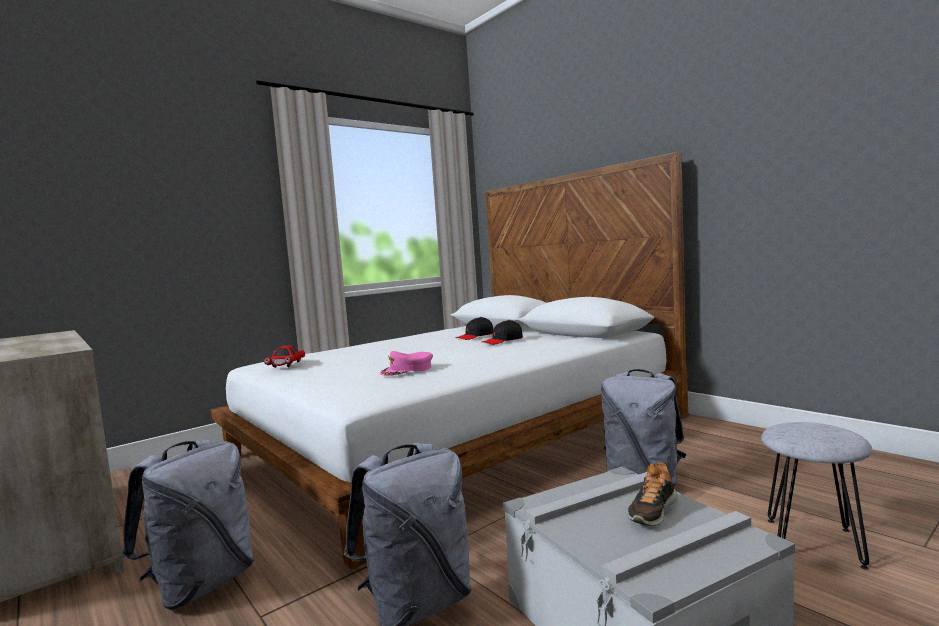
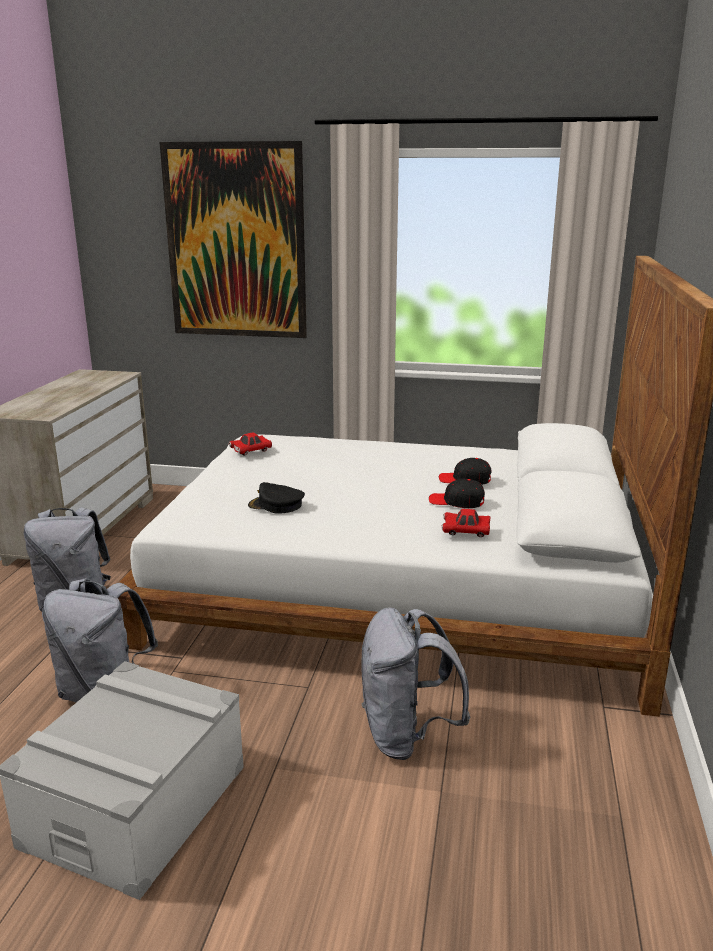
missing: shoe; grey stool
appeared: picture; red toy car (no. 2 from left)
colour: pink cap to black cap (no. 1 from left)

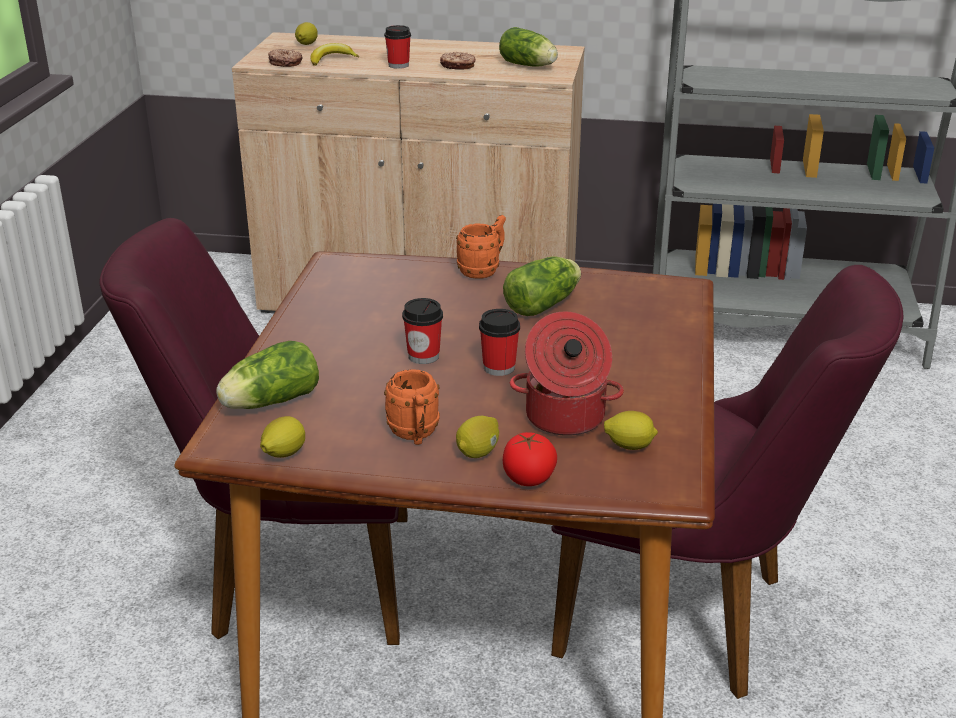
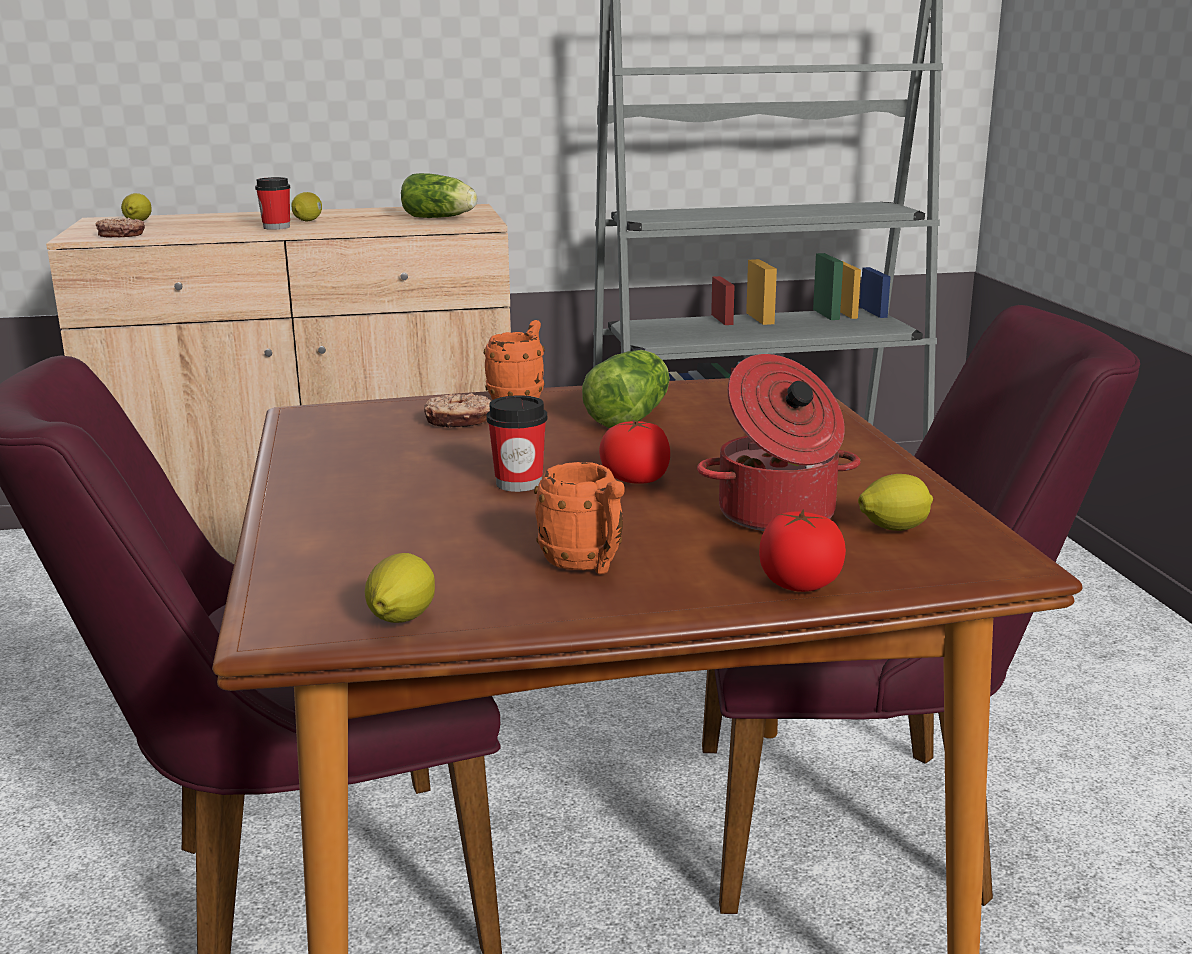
missing: lettuce (no. 1 from left); banana
relocated: donut (no. 2 from left); lemon (no. 3 from left in the first image) to lemon (no. 2 from left)
exchanged: cup (no. 3 from left) to tomato (no. 1 from left)

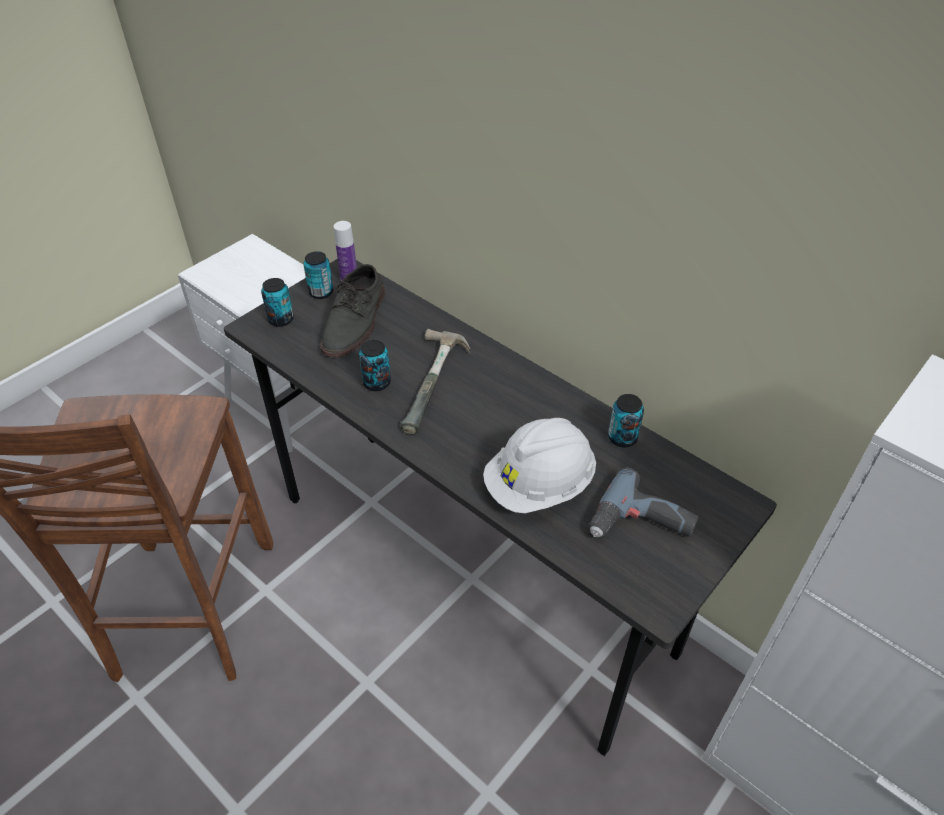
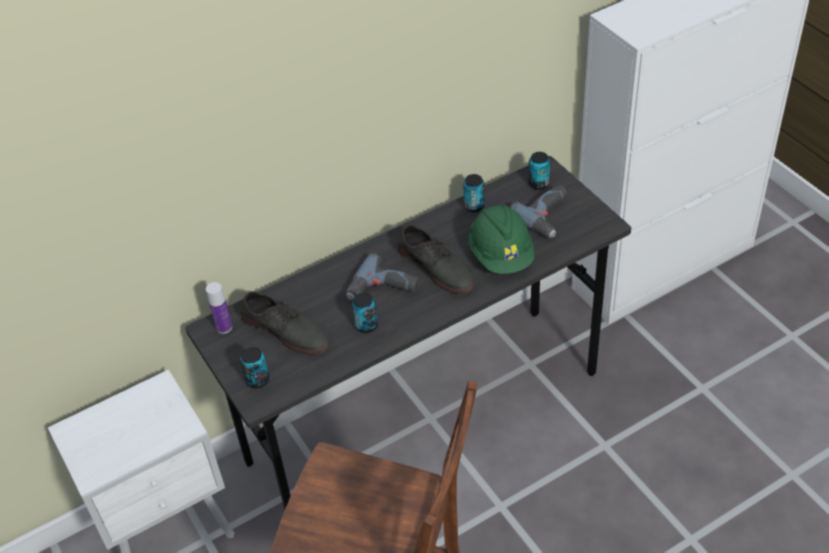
appeared: grey shoe (no. 2 from left)
relocated: can (no. 2 from left in the first image) to can (no. 4 from left)
exchanged: hammer to power drill (no. 1 from left)
colour: white hard hat to green hard hat

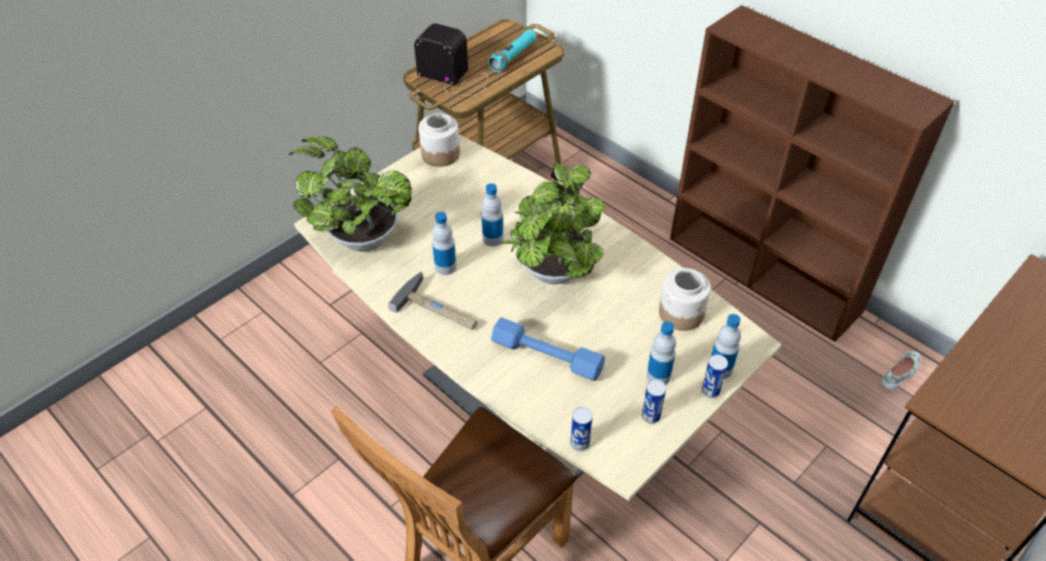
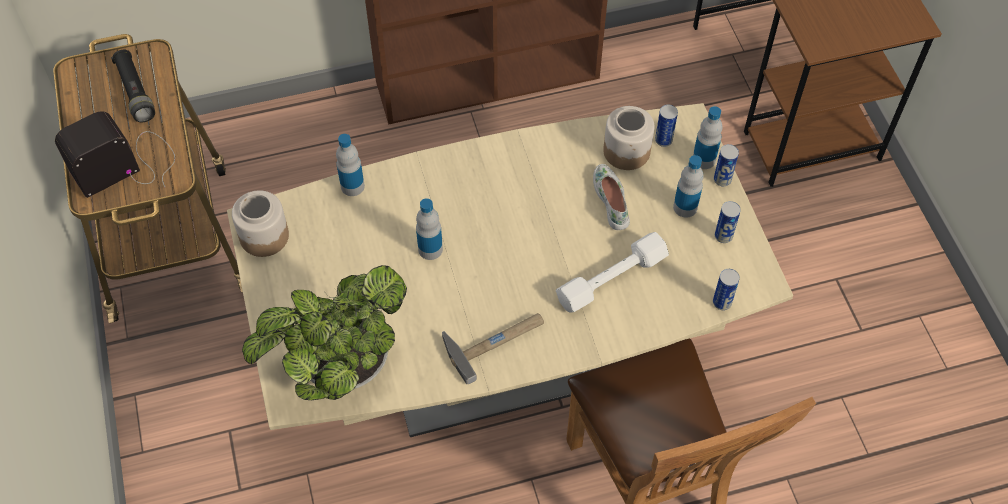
missing: potted plant (no. 2 from left)
appeared: can (no. 1 from left)
relocated: bottle (no. 1 from left); white shoe
colour: turquoise flashlight to black flashlight; blue dumbbell to white dumbbell

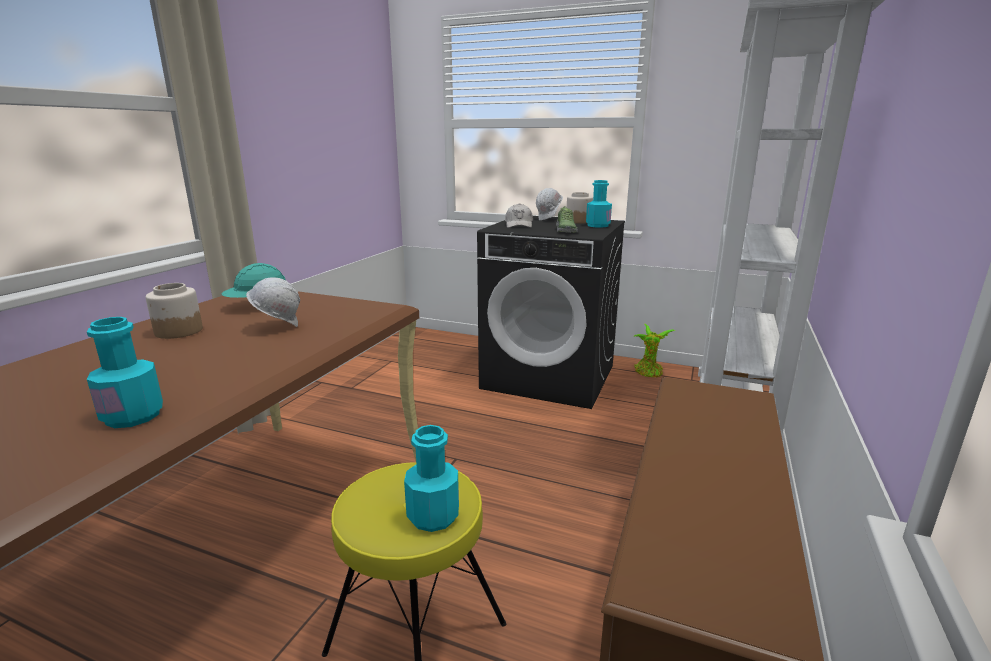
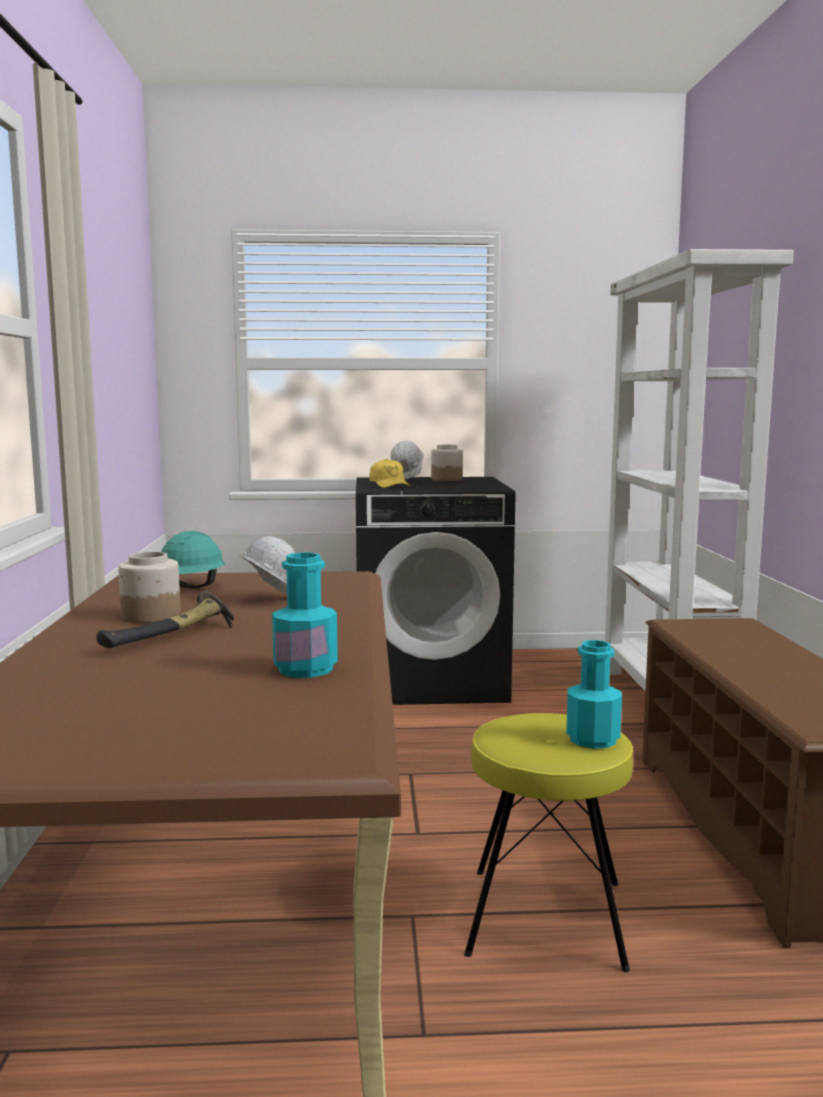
missing: shoe; turquoise bottle (no. 3 from left); potted plant
appeared: hammer
colour: white cap to yellow cap

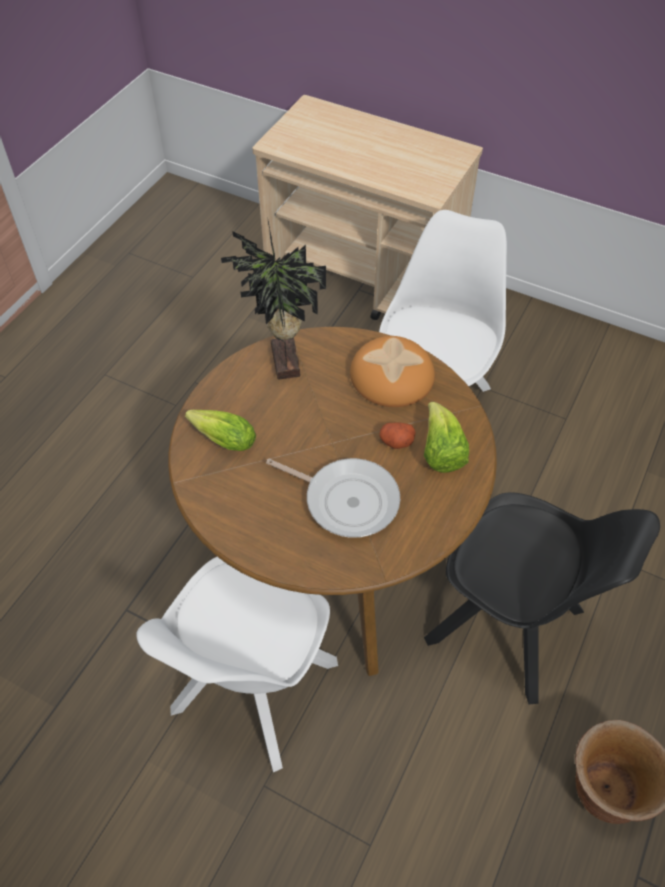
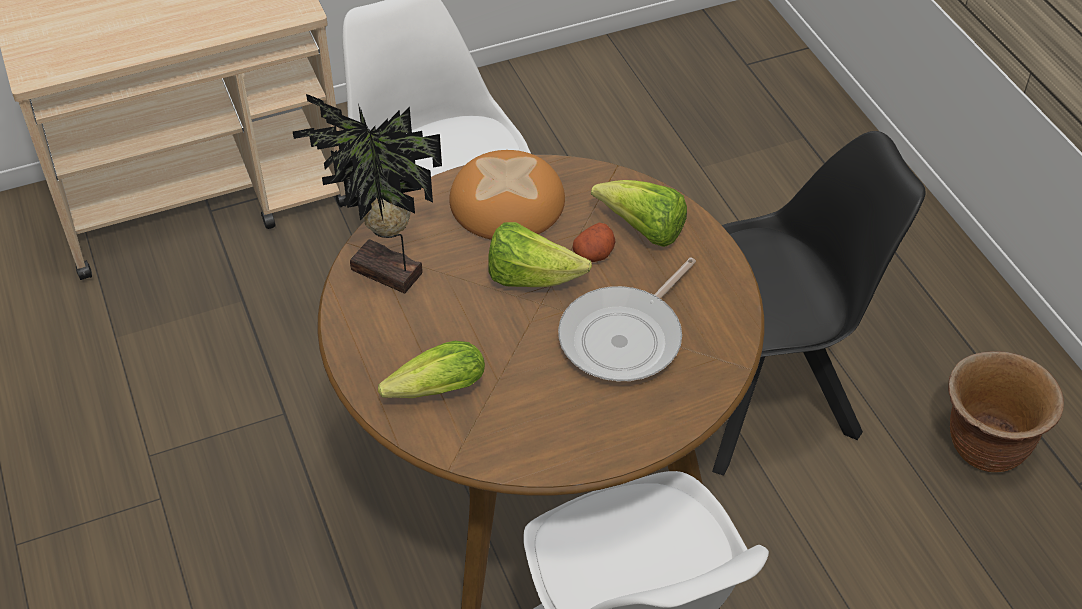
appeared: lettuce (no. 2 from left)
spun: frying pan 150 degrees clockwise

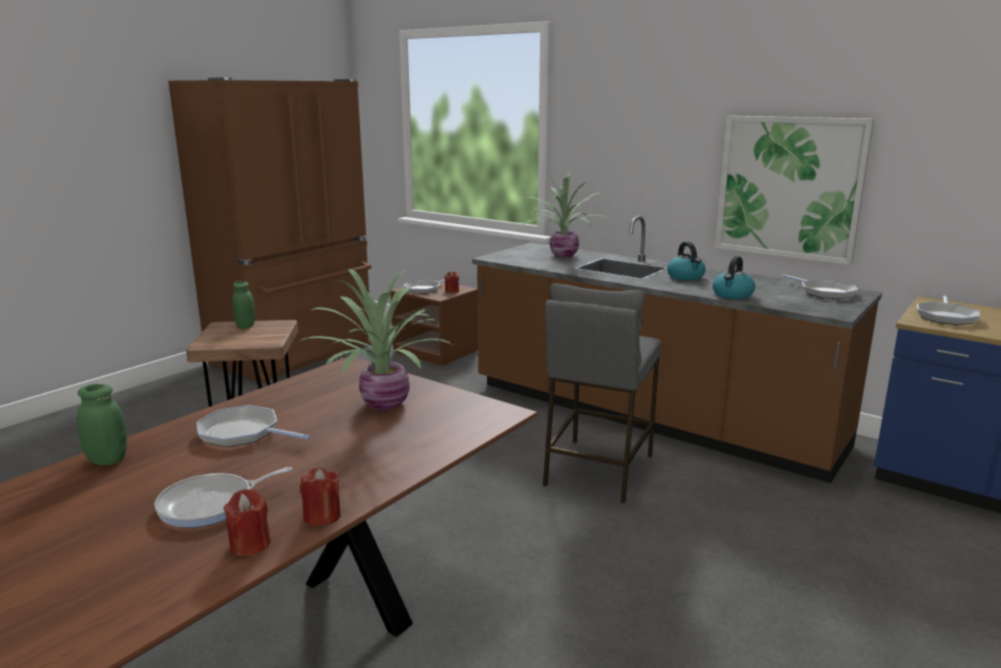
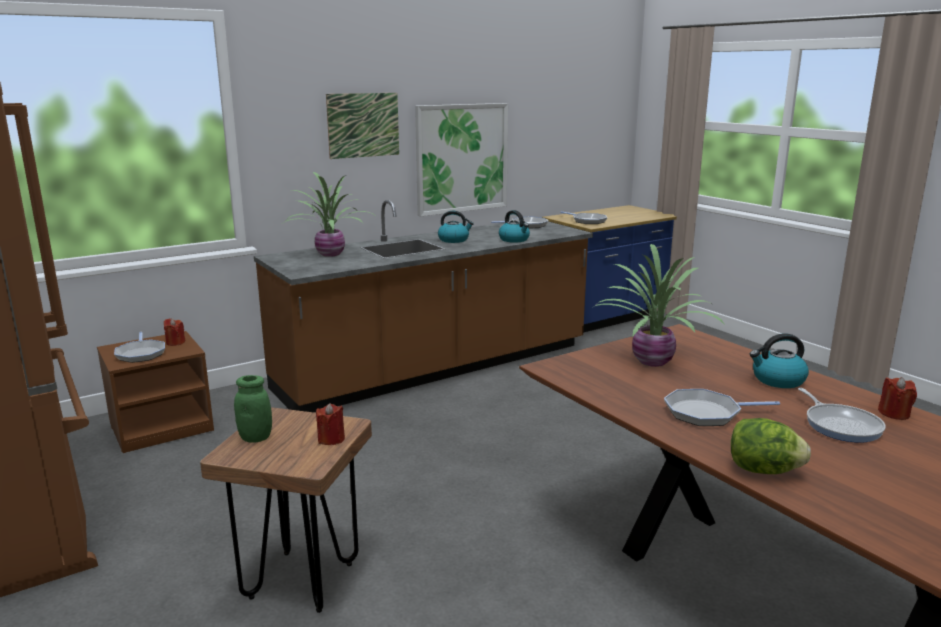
missing: grey stool
appeared: picture (no. 1 from left); kettle (no. 3 from left)
relocated: red candle (no. 2 from left)
exchanged: green jar (no. 1 from left) to lettuce
spun: frying pan (no. 2 from left in the first image) 45 degrees clockwise

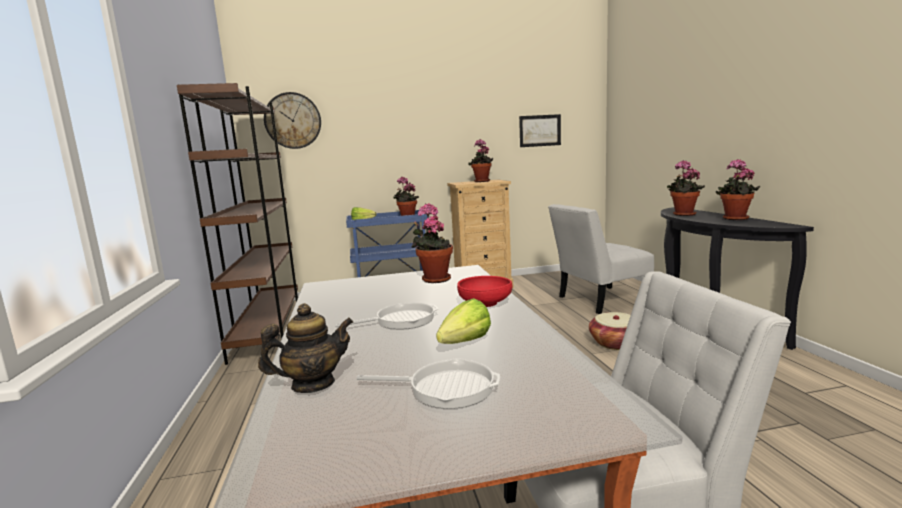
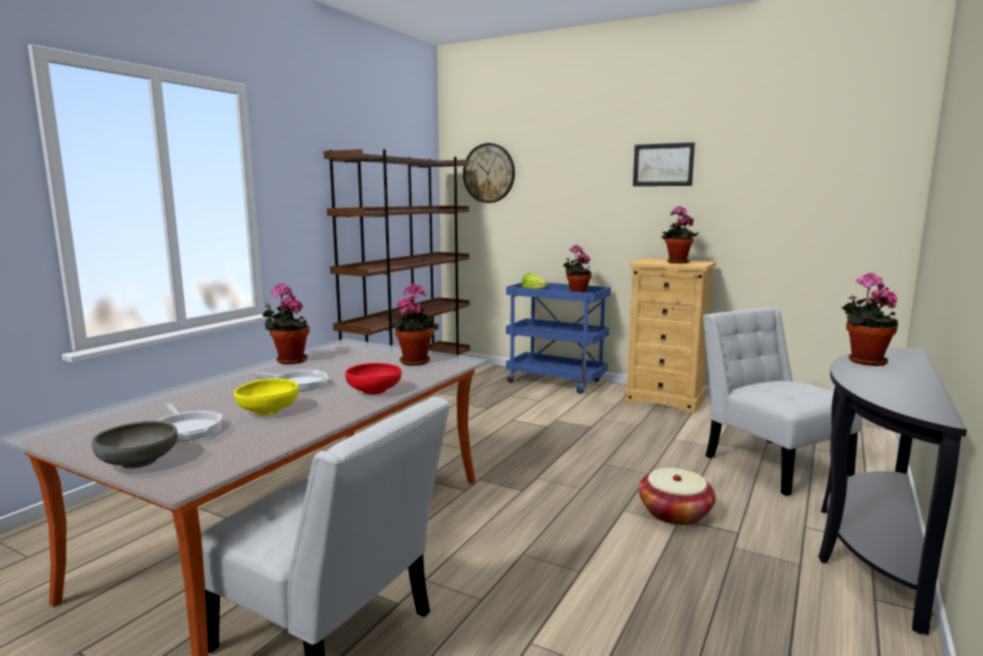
missing: teapot
appeared: grey bowl
relocated: picture; potted plant (no. 5 from left in the first image) to potted plant (no. 1 from left)
exchanged: lettuce (no. 2 from left) to yellow bowl
spun: white chair (no. 1 from left in the first image) 45 degrees clockwise

